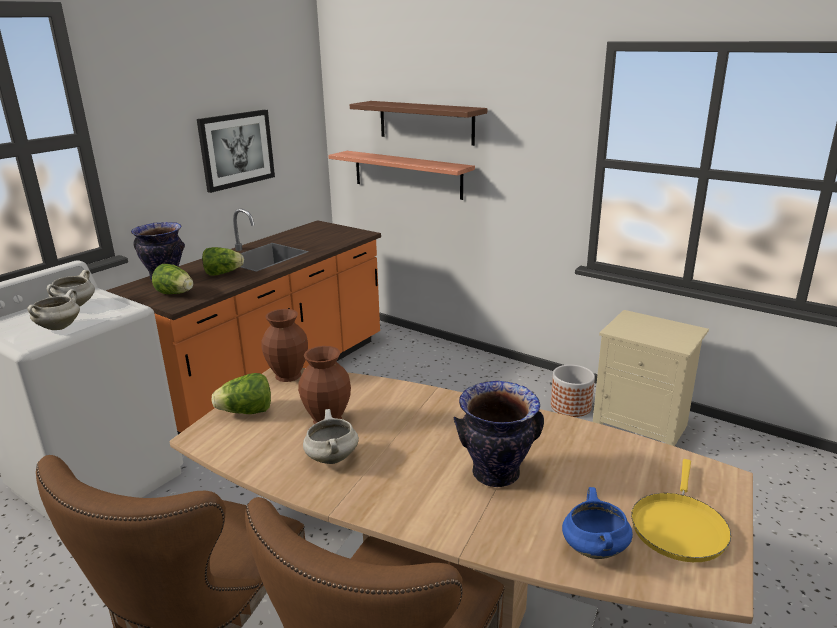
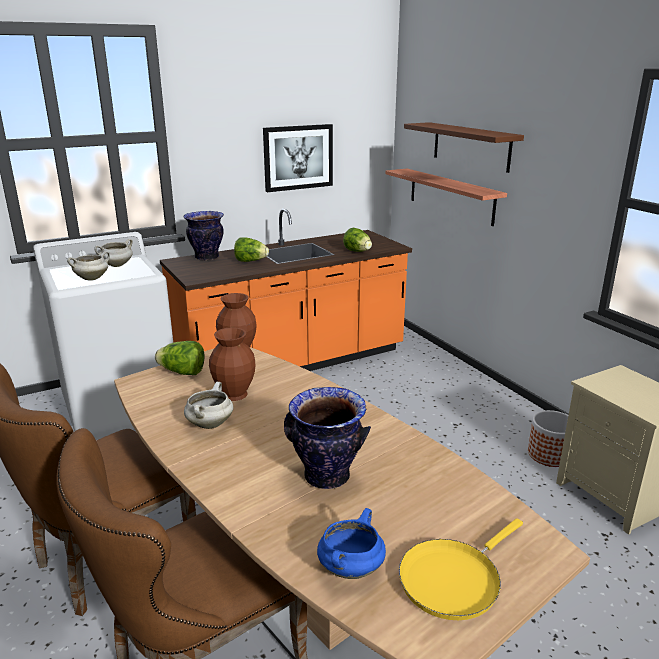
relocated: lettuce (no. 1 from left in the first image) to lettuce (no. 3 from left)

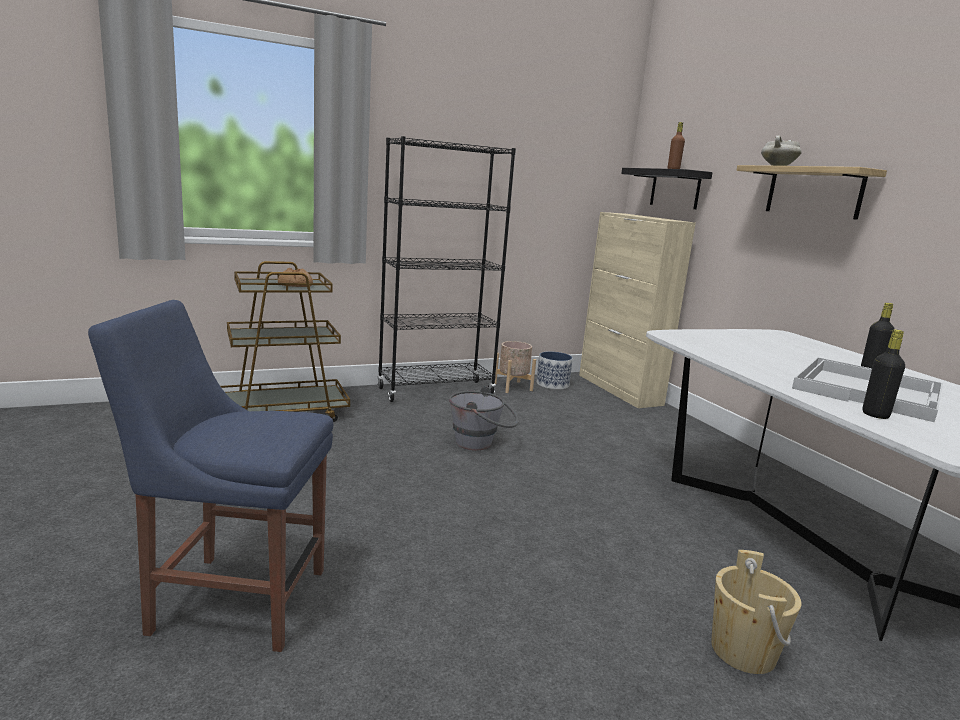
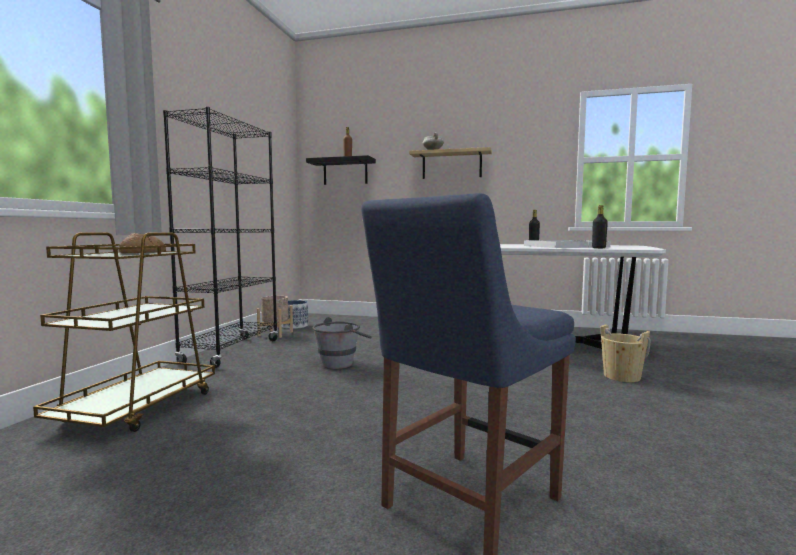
missing: beige cabinet

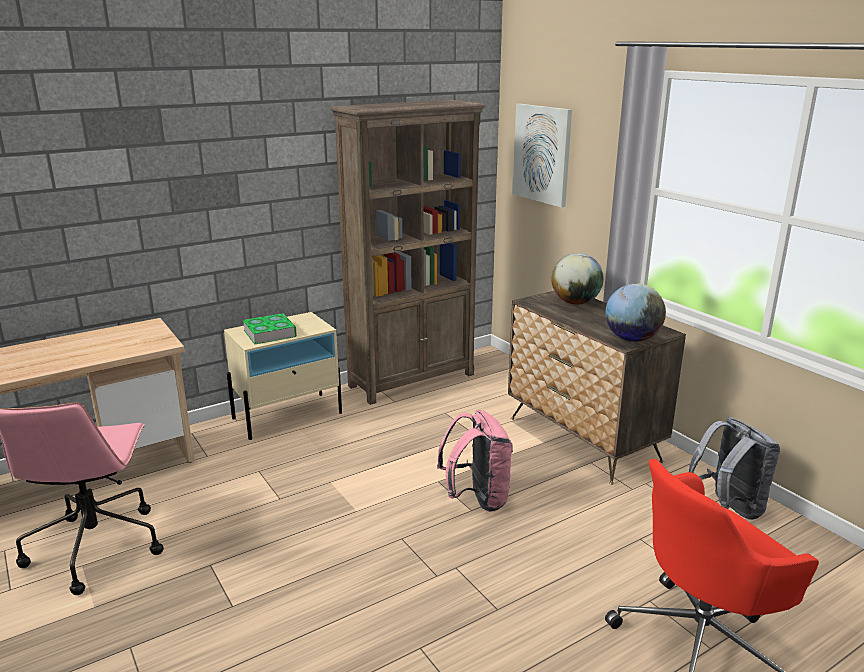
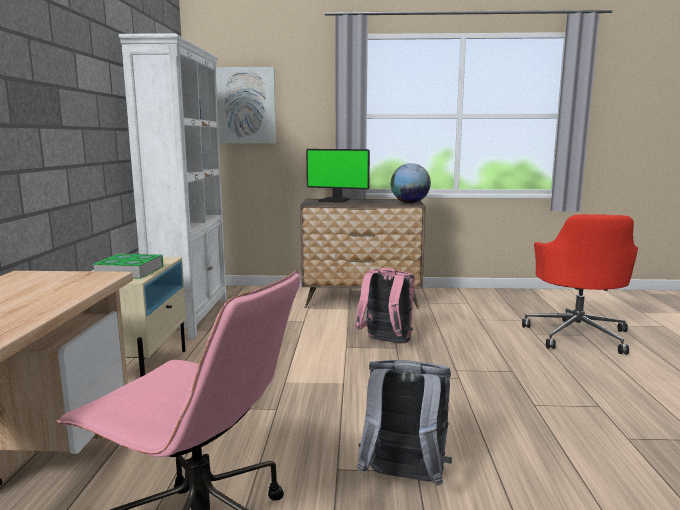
relocated: grey backpack
exchanged: globe (no. 1 from left) to monitor
colour: brown bookcase to white bookcase

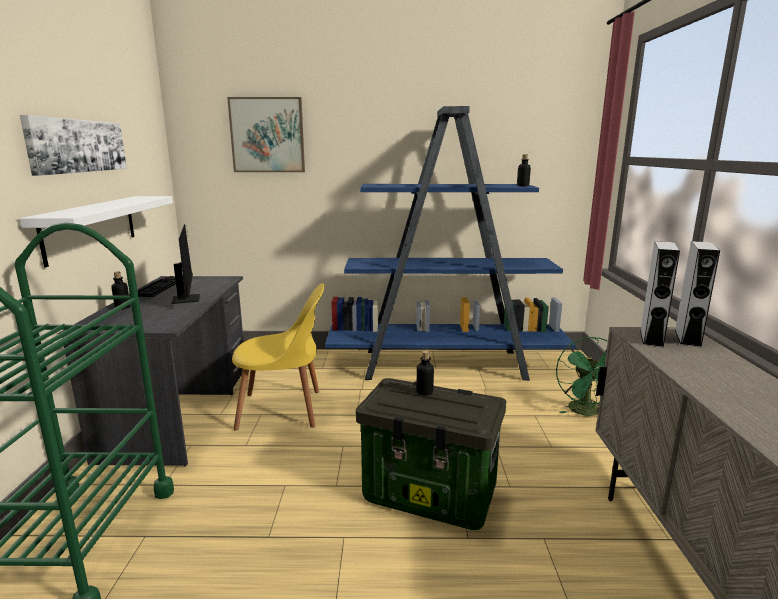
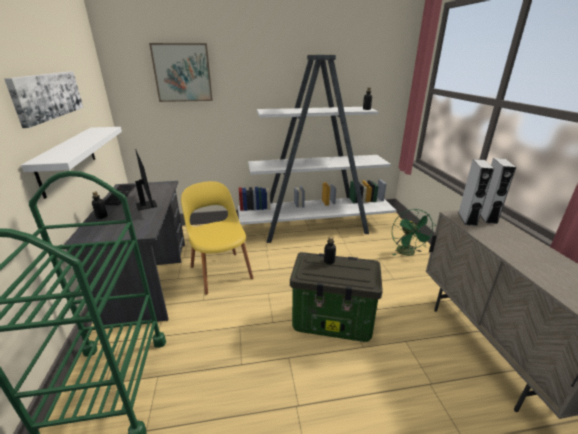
colour: blue bookcase to white bookcase
spun: yellow chair 105 degrees counterclockwise

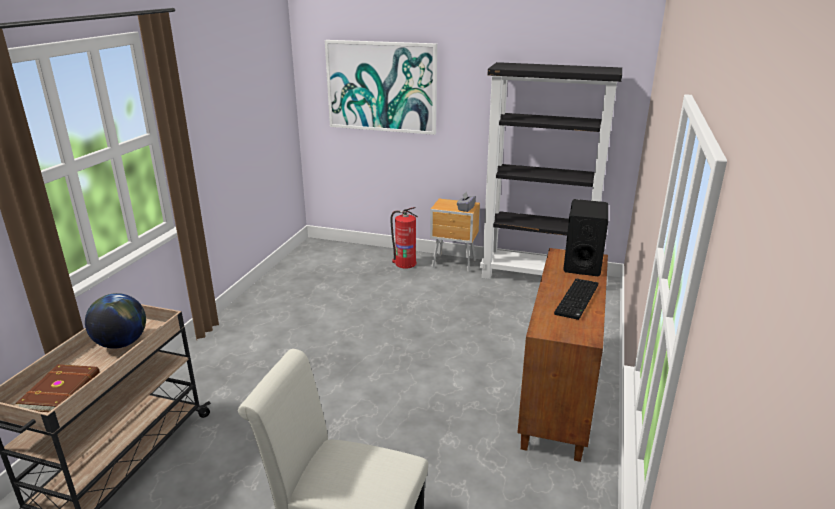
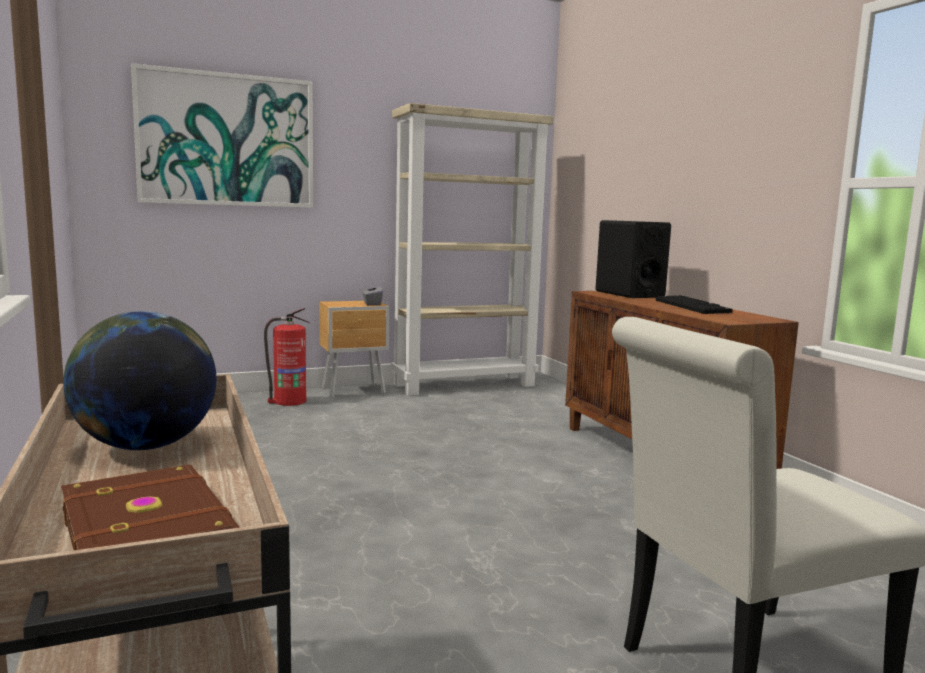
colour: black bookcase to beige bookcase

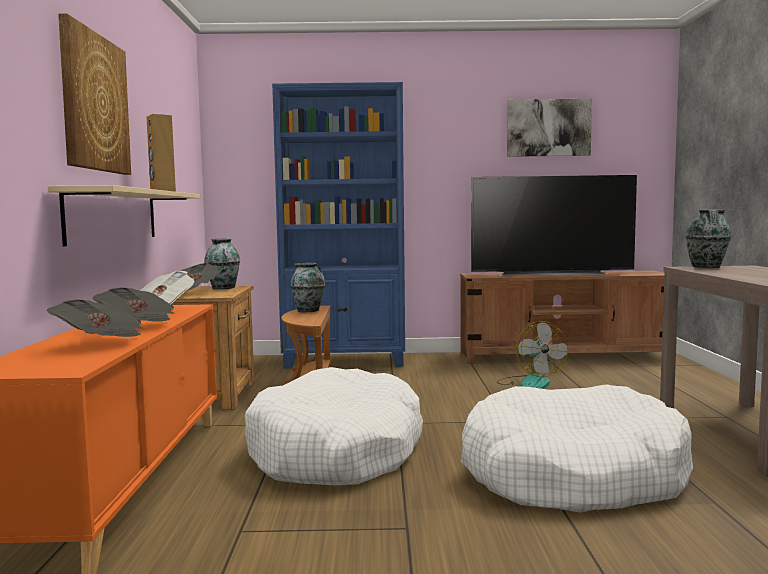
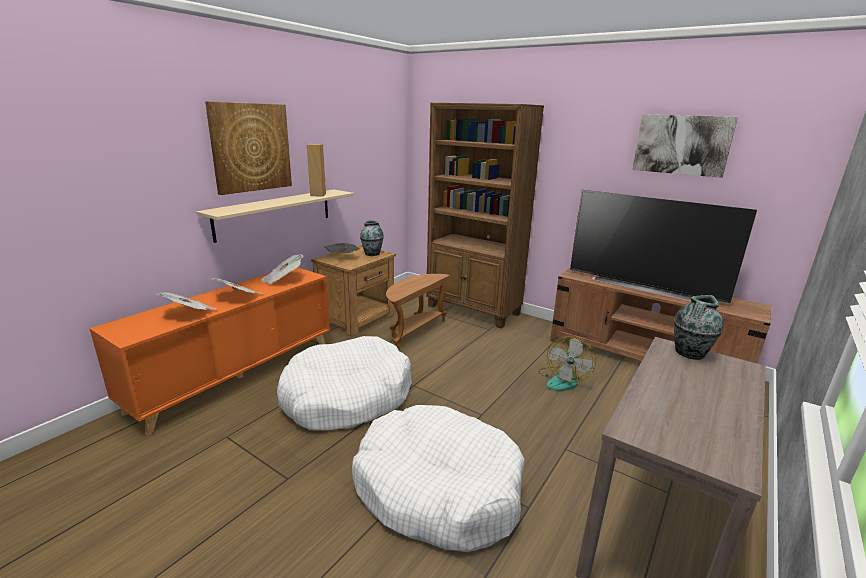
missing: vase (no. 2 from left)
colour: blue bookcase to brown bookcase

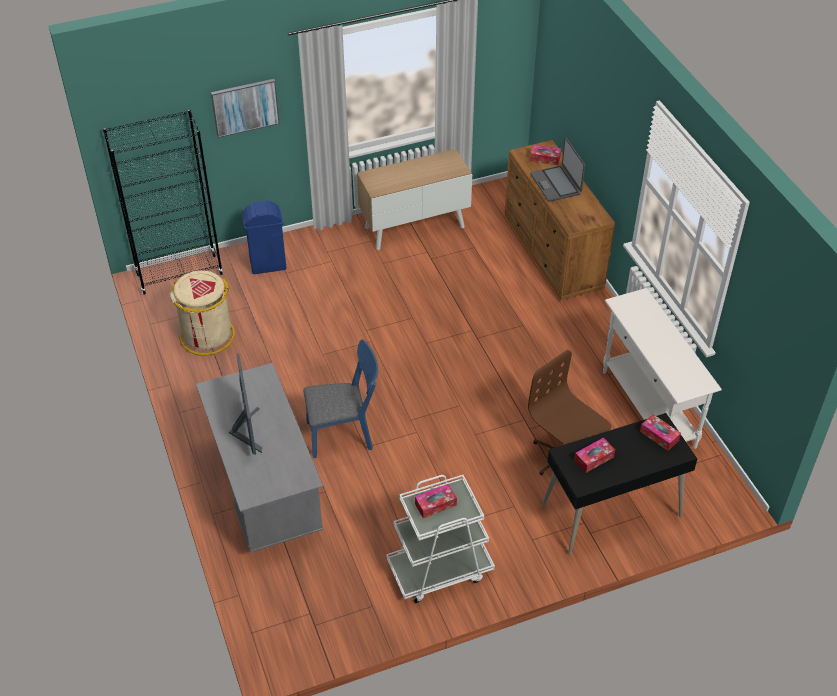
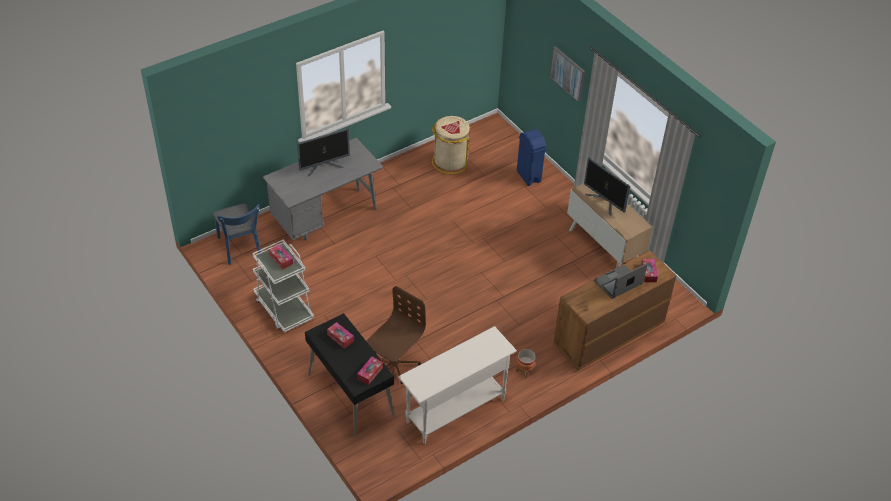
missing: black bookcase
appeared: planter; monitor (no. 2 from left)
relocated: blue chair

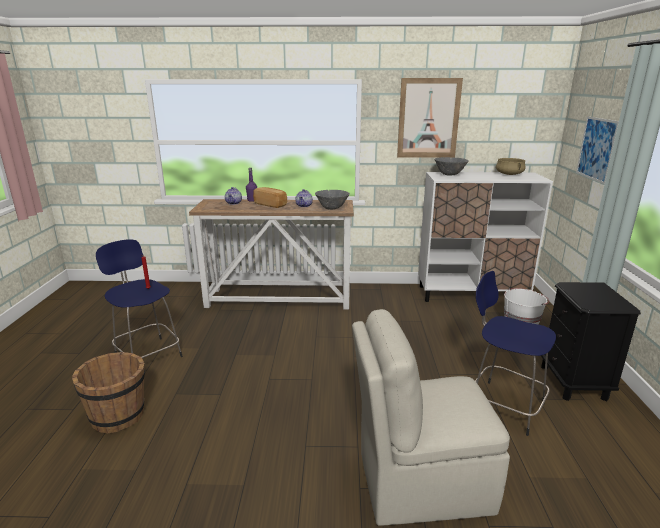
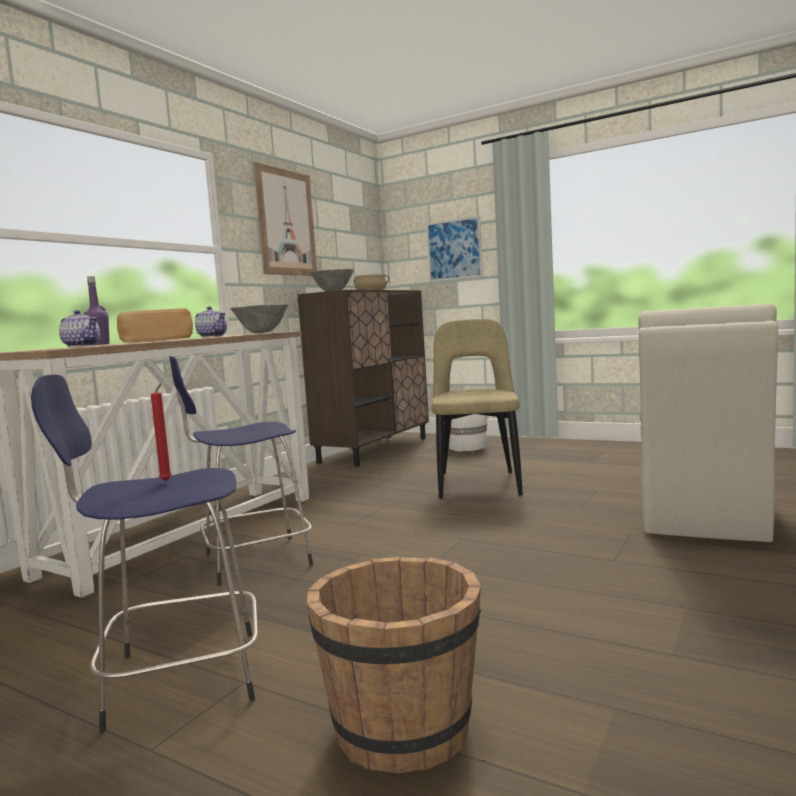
missing: black nightstand
appeared: beige chair (no. 1 from left)
relocated: blue stool (no. 2 from left)
colour: white cabinet to brown cabinet

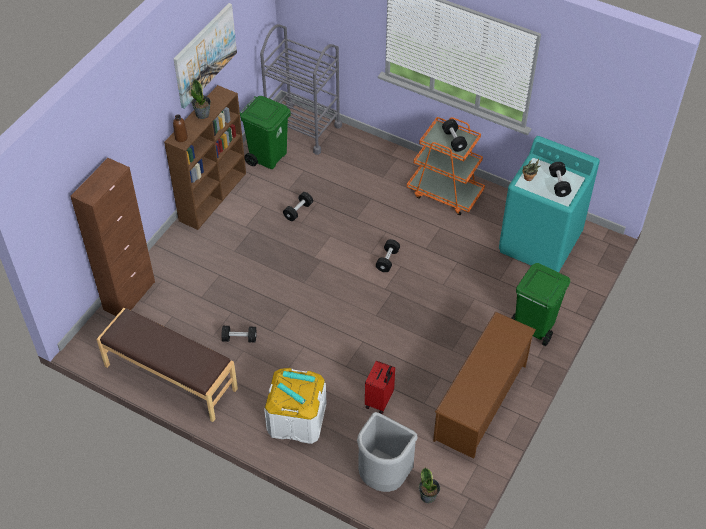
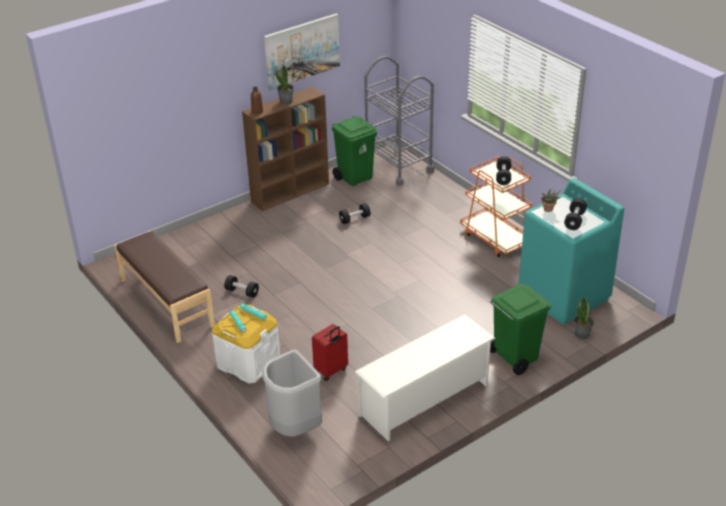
missing: brown cabinet; black dumbbell (no. 3 from left)
relocated: potted plant (no. 2 from left in the first image) to potted plant (no. 3 from left)
colour: brown shoe rack to white shoe rack

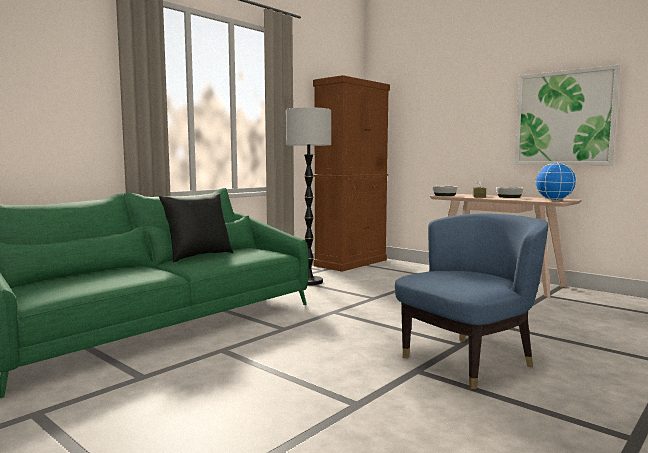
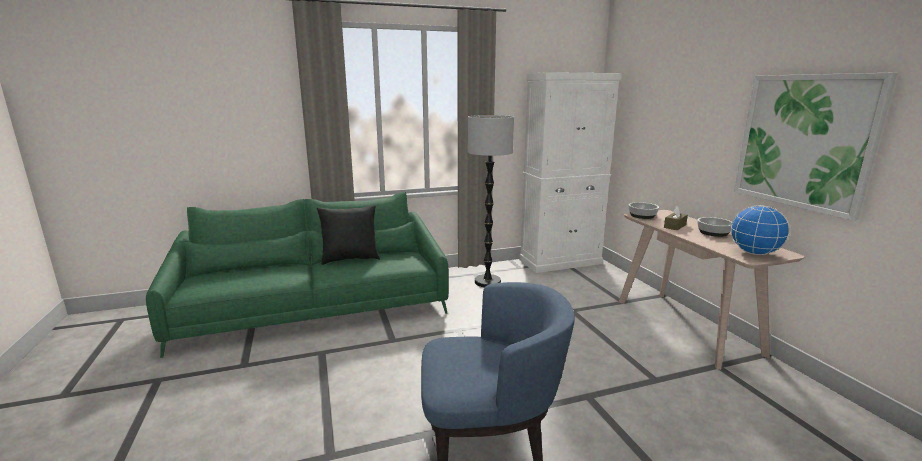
colour: brown cabinet to white cabinet

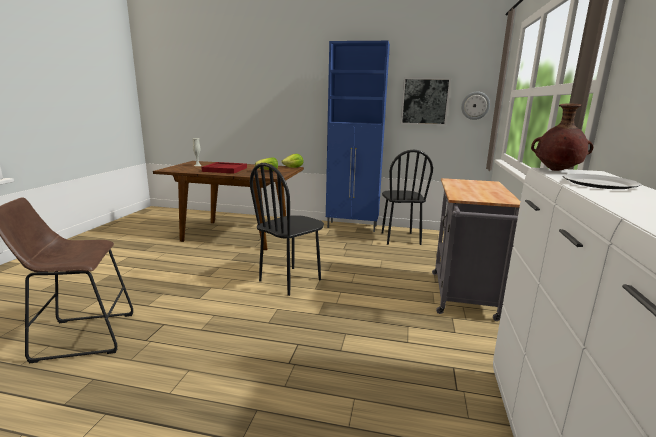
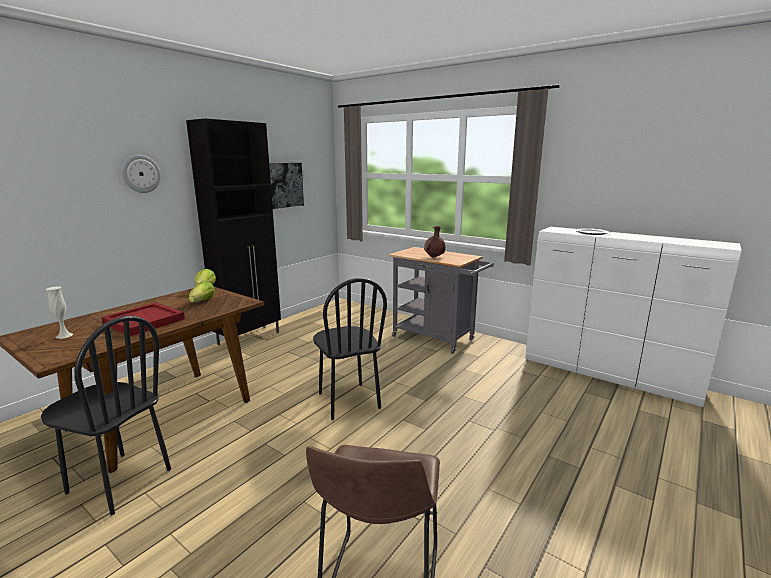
relocated: black chair (no. 2 from left in the first image) to black chair (no. 1 from left); wall clock; brown vase
colour: blue cabinet to black cabinet

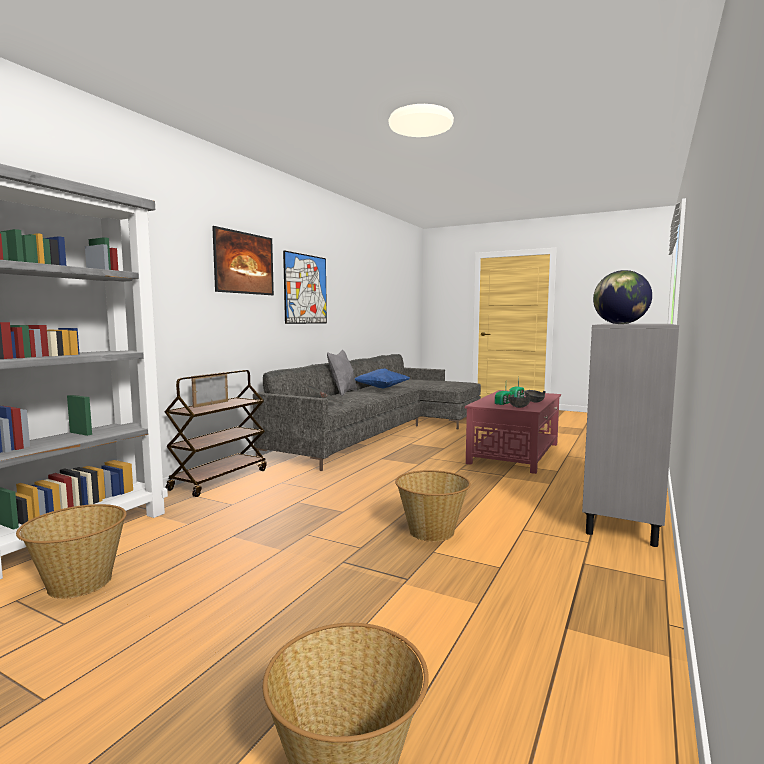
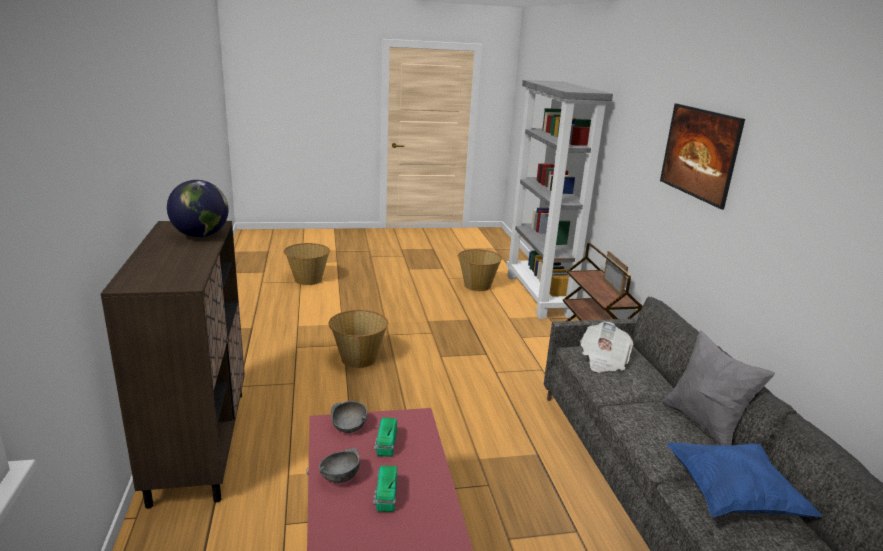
missing: picture (no. 2 from left)
colour: grey cabinet to brown cabinet

